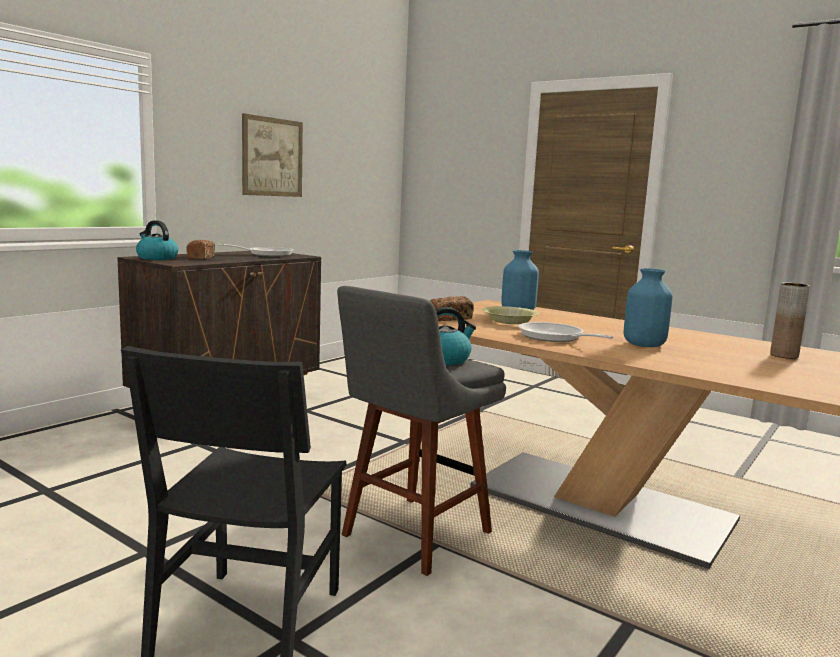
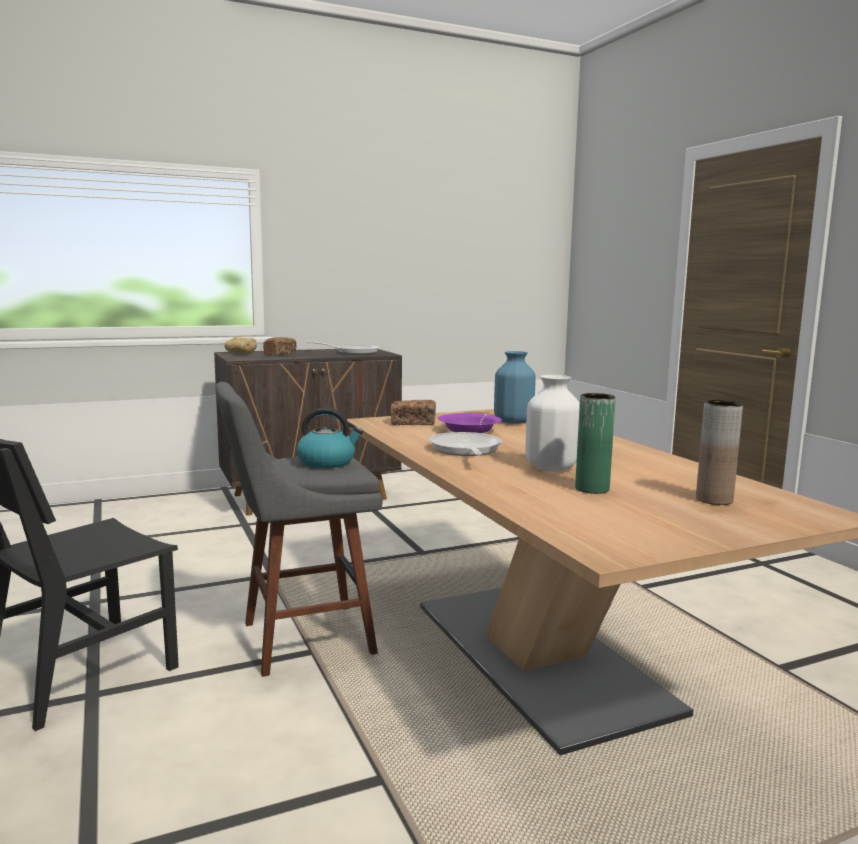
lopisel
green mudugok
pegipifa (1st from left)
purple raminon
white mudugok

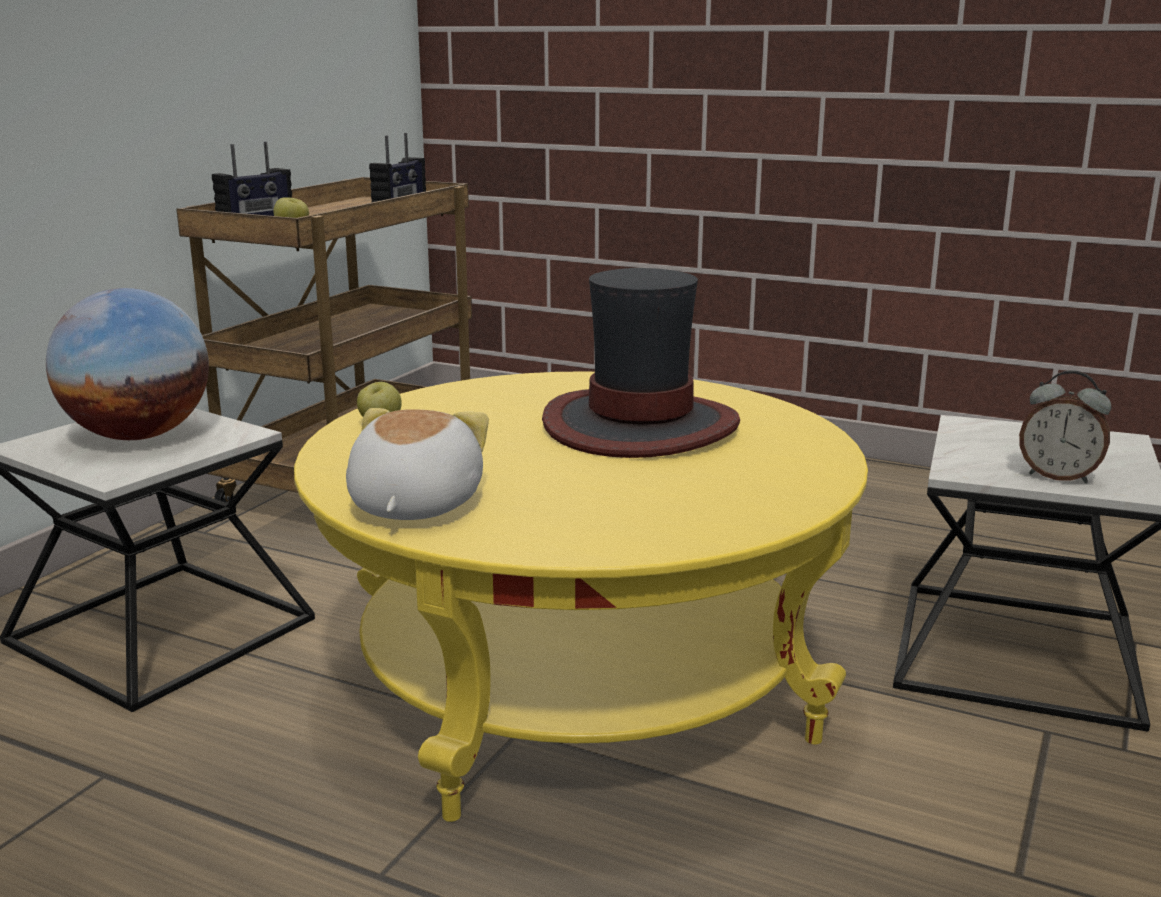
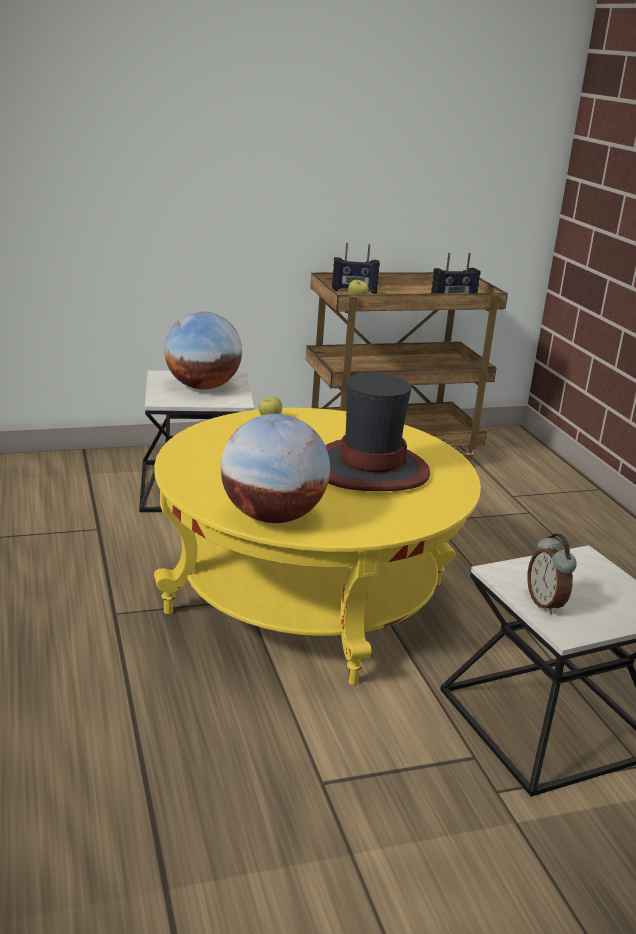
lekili
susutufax (2nd from left)

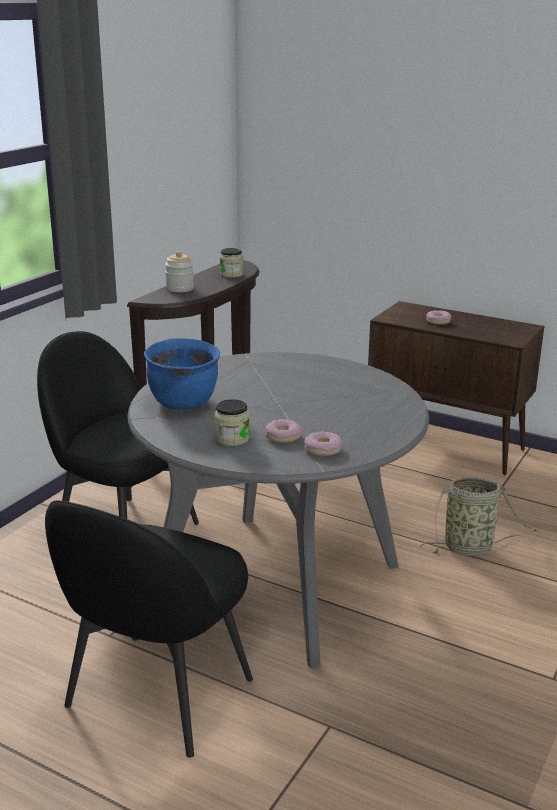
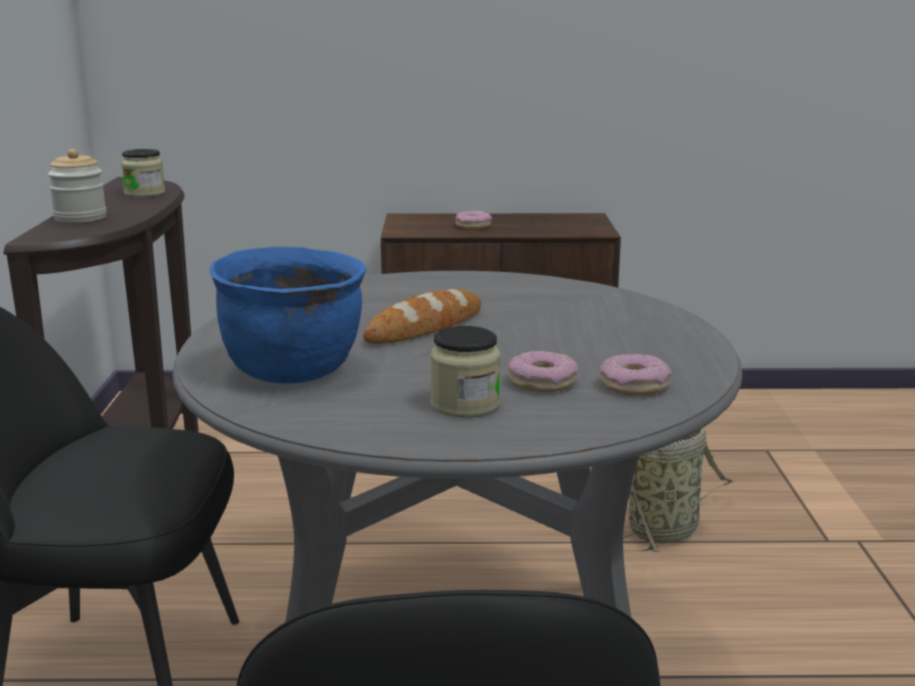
pegipifa

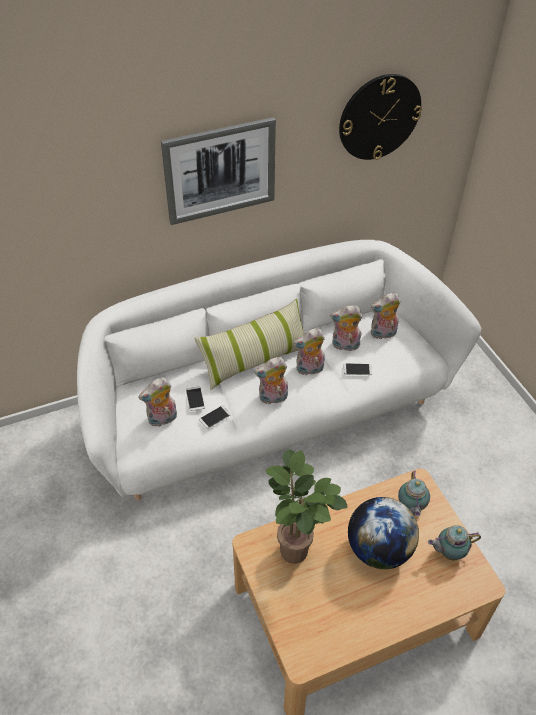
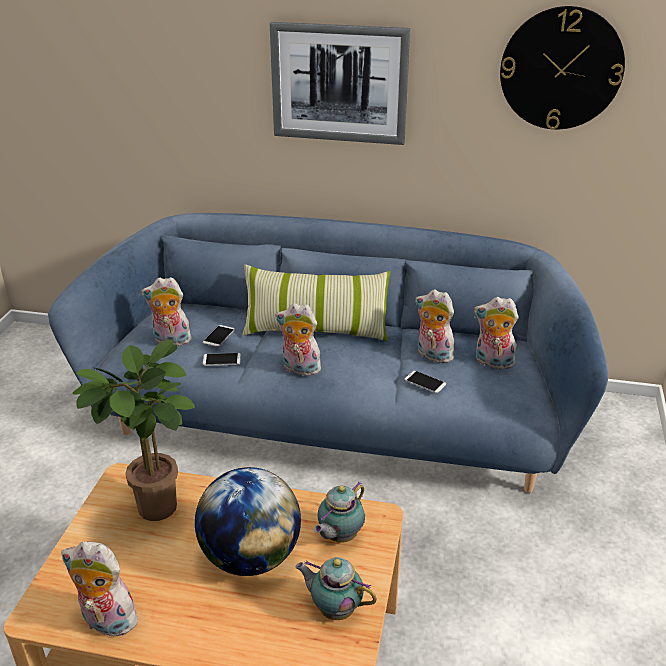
lekili (1st from left)
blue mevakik

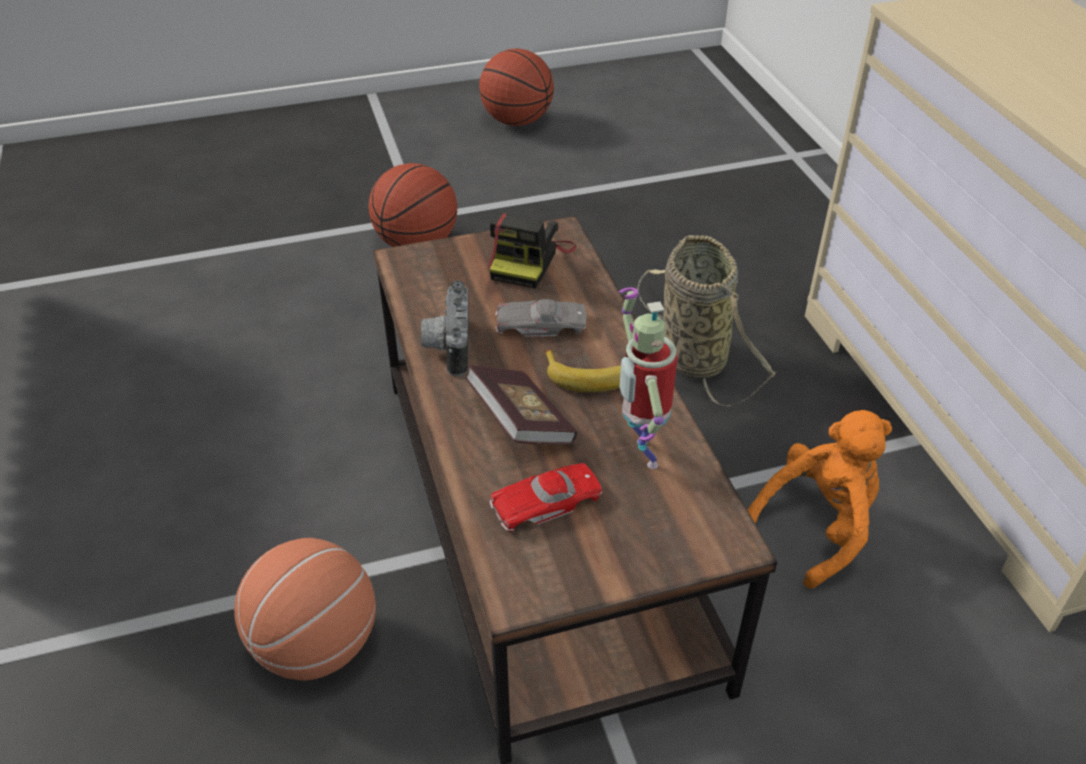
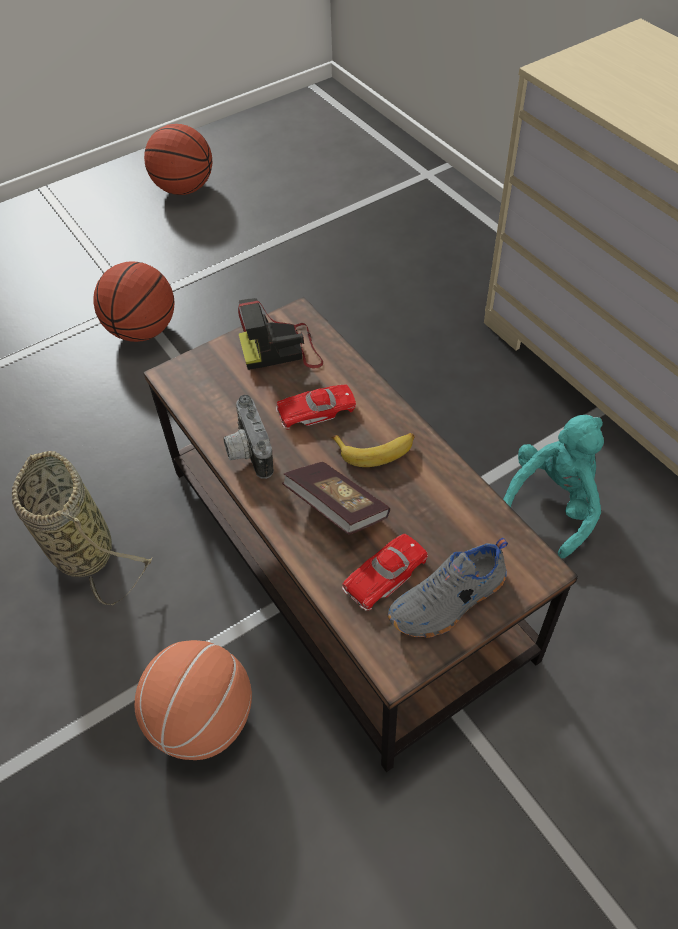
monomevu
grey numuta
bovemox
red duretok (1st from left)
turquoise lekili
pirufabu (2nd from left)

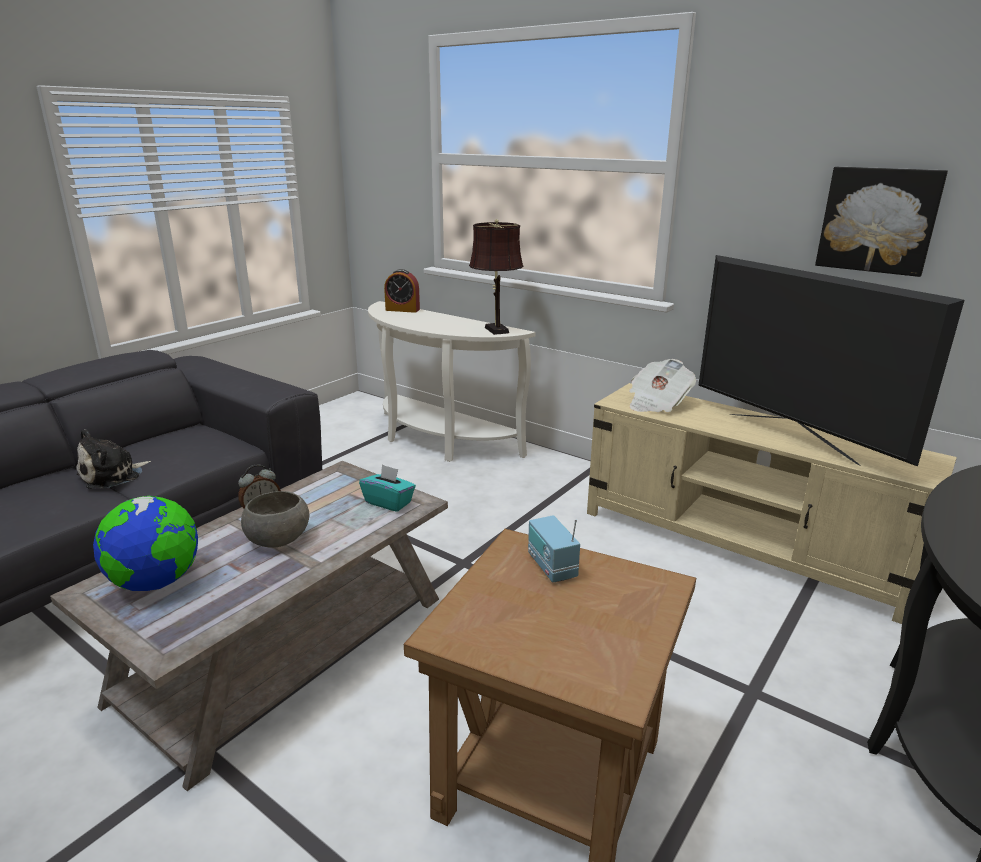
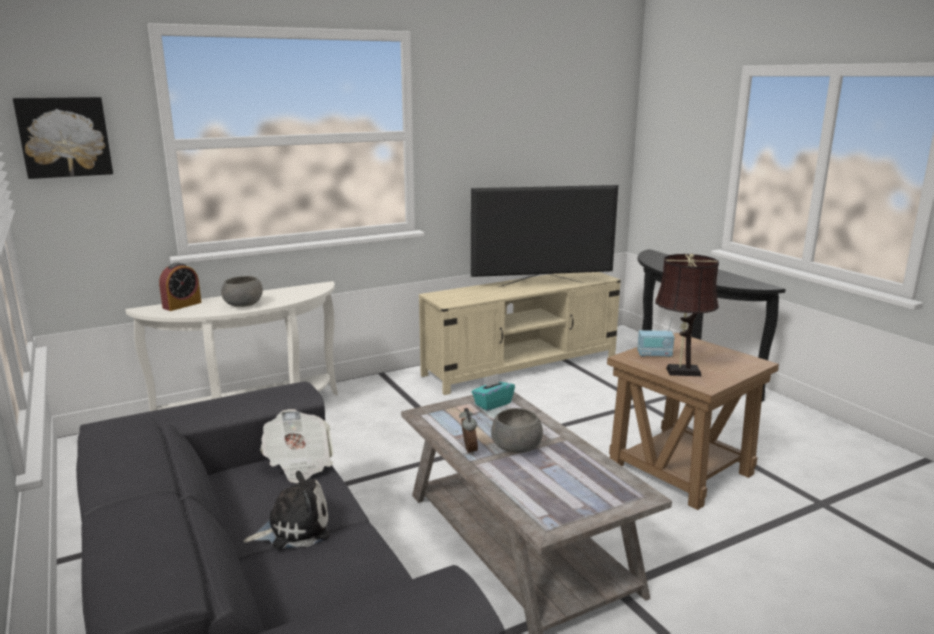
susutufax
grey raminon (1st from left)
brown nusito
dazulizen
lopisel
lekili

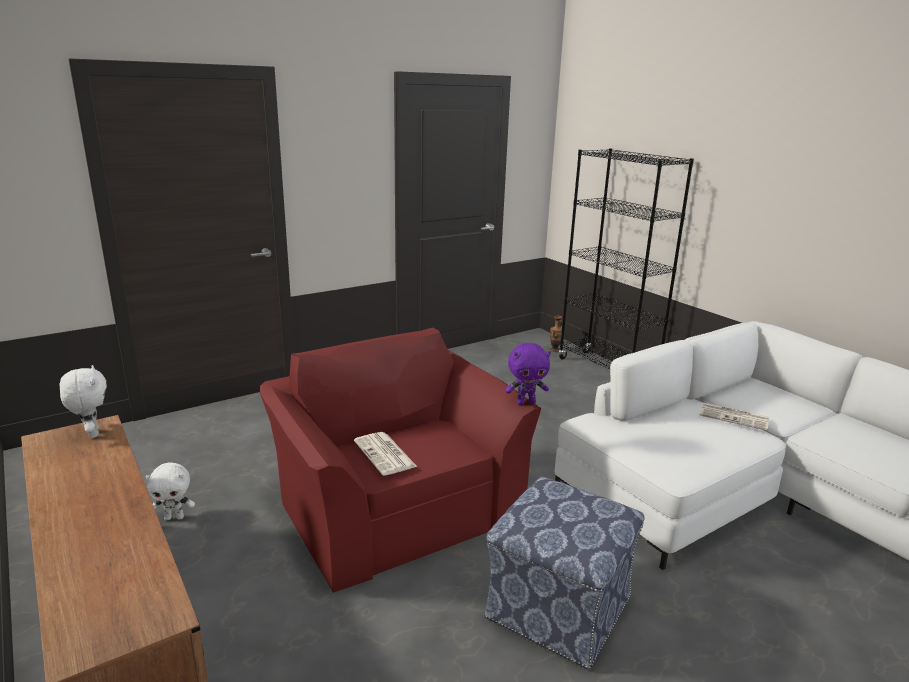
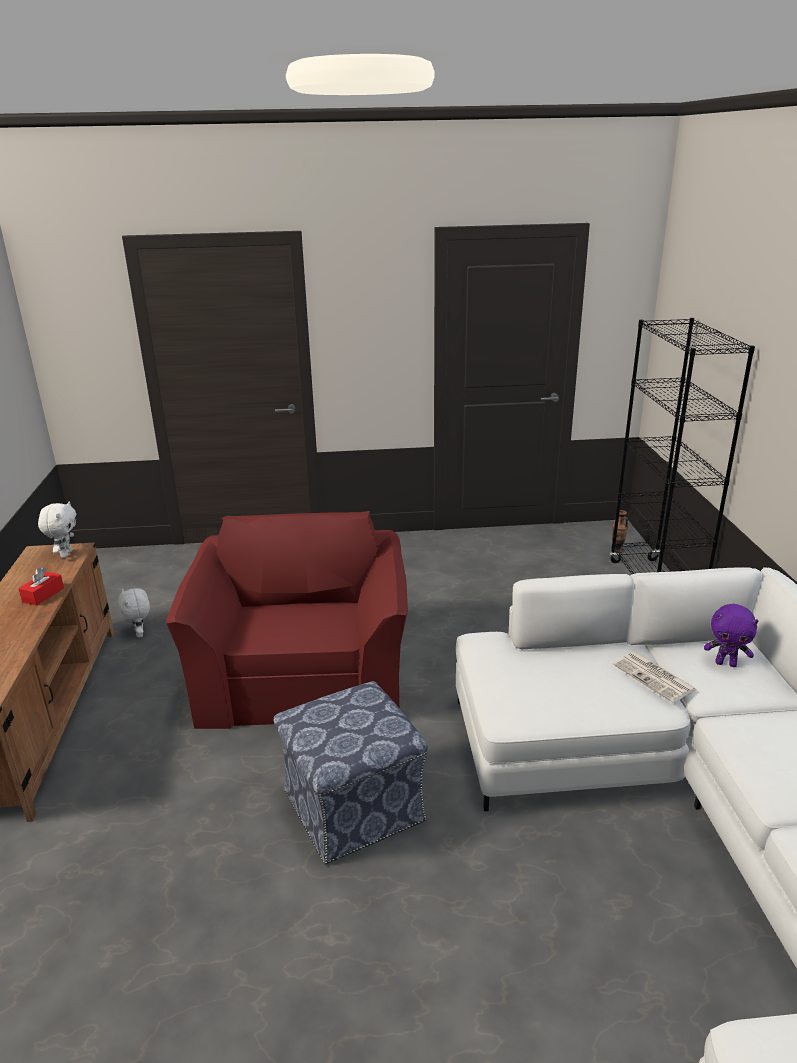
dazulizen (1st from left in the first image)
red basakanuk
purple lekili
white lekili (2nd from left)

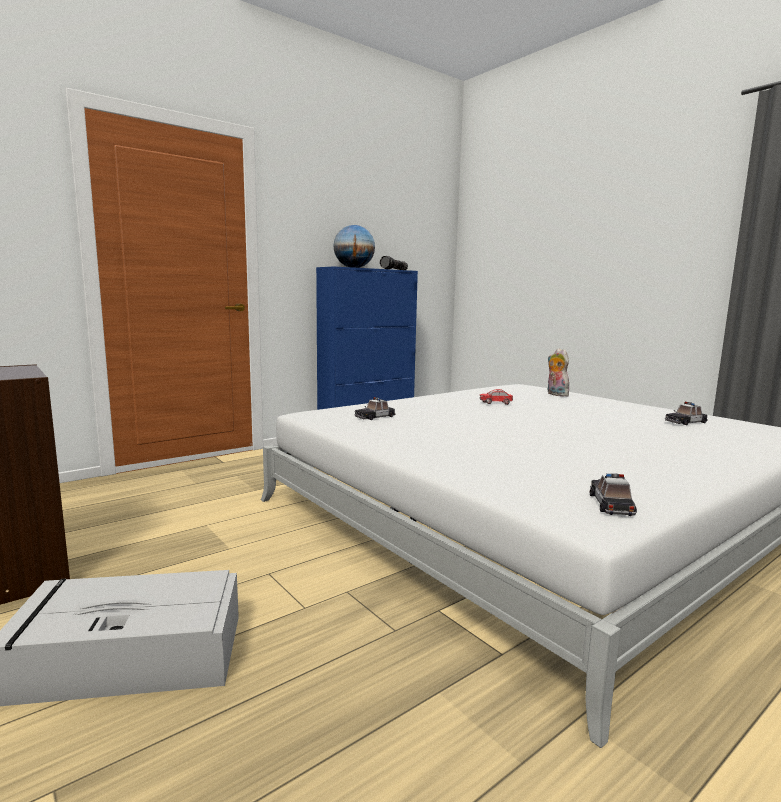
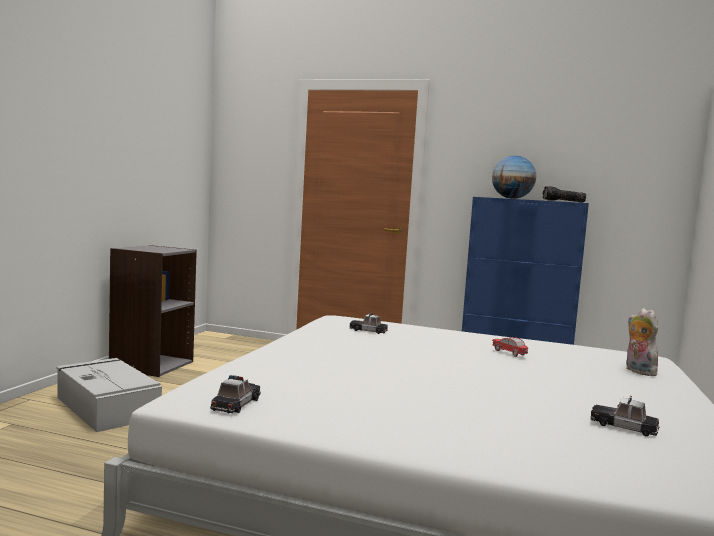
lekili
duretok (1st from left)

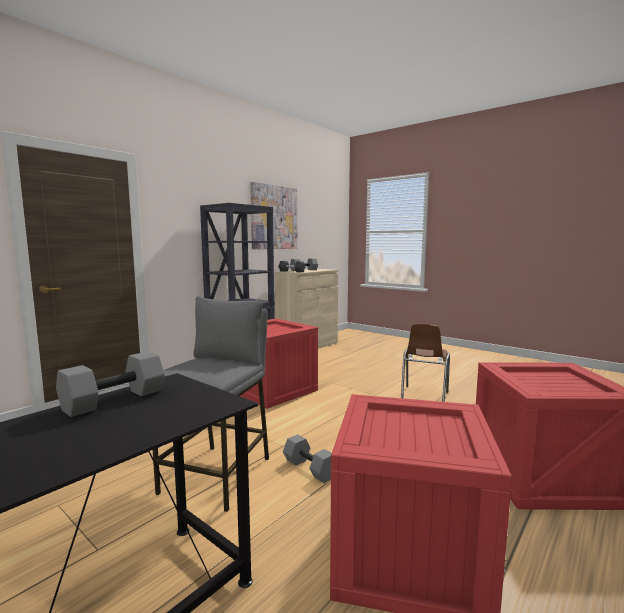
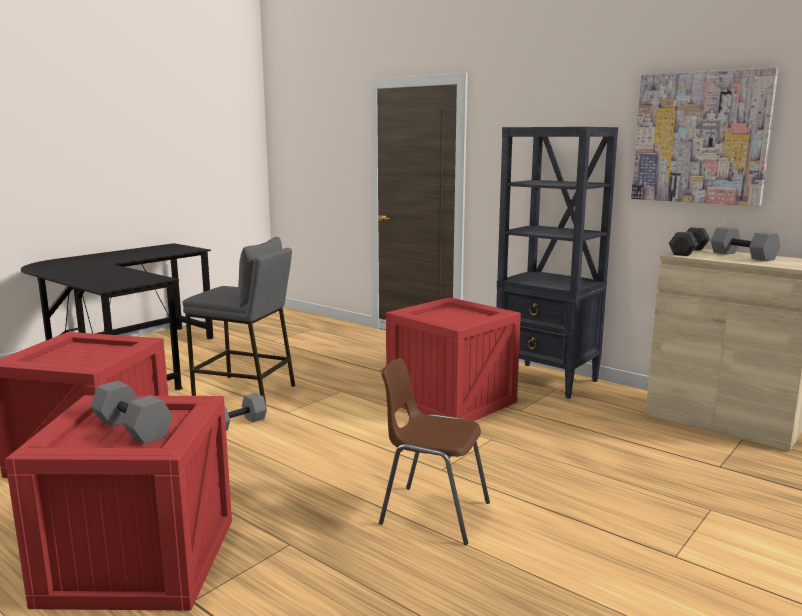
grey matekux (1st from left)

